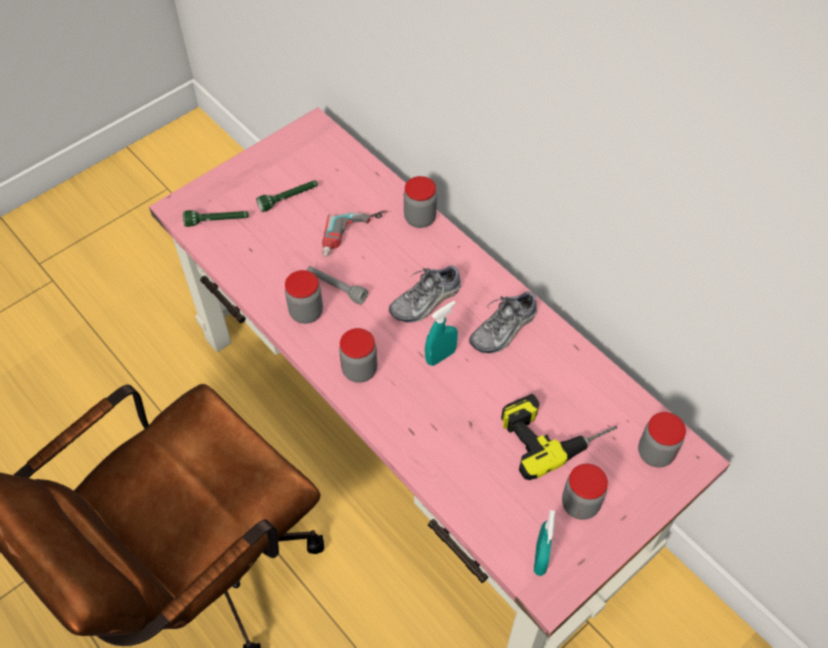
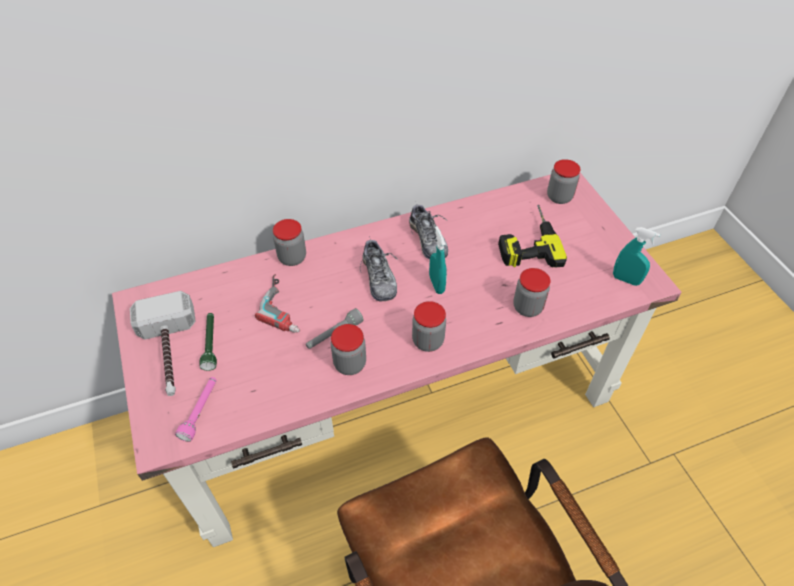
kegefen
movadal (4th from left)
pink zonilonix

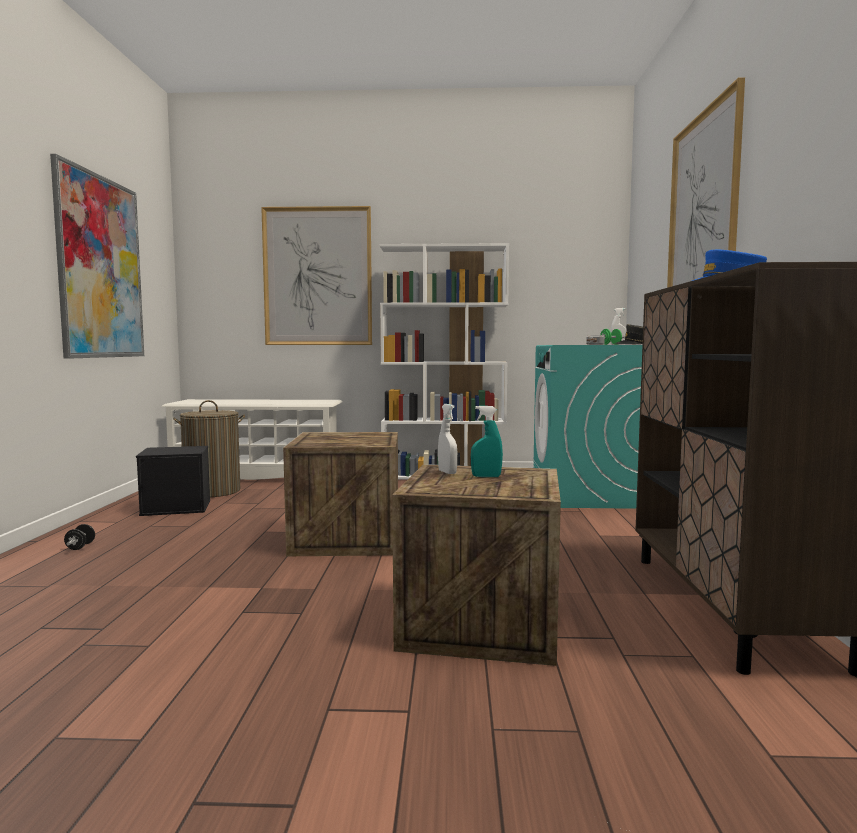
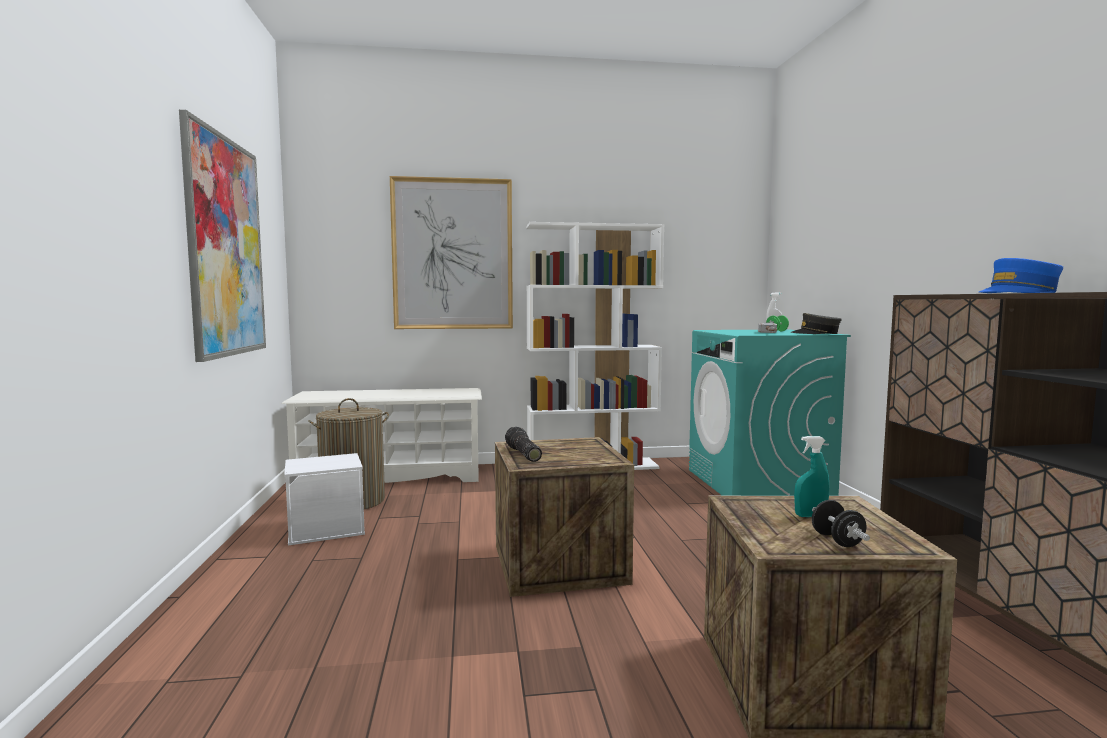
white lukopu (1st from left in the first image)
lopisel (3rd from left in the first image)
zonilonix
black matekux
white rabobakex

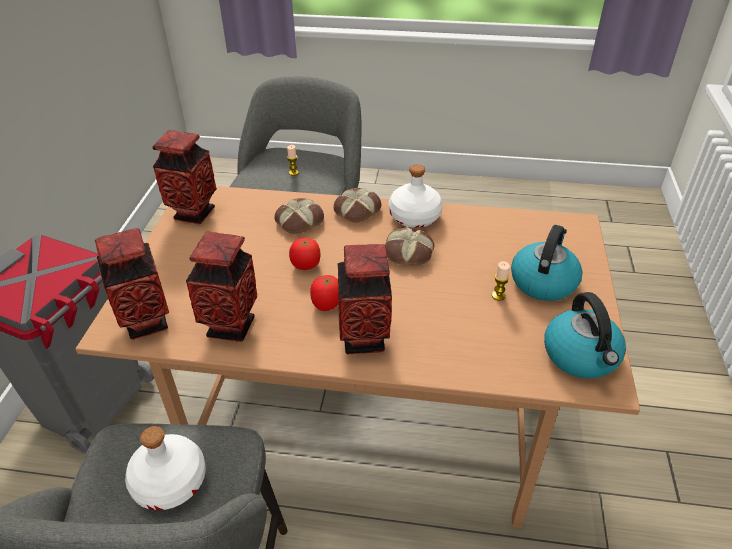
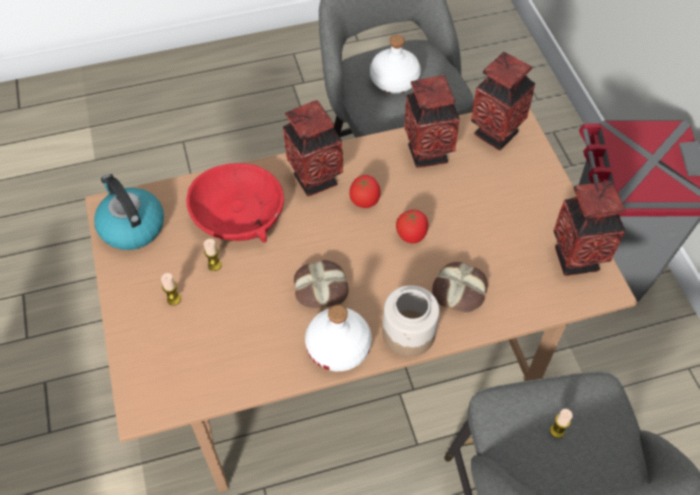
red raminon
movadal
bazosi (1st from left)

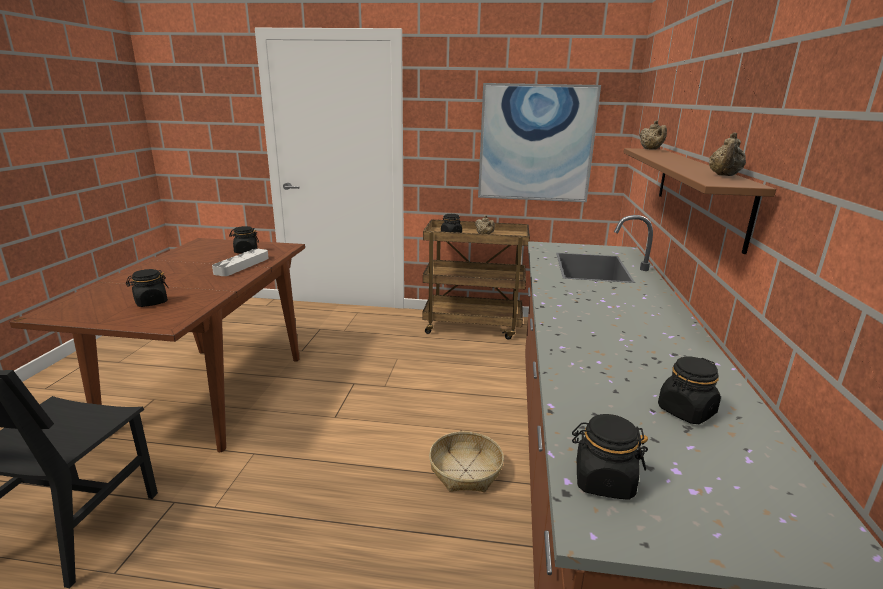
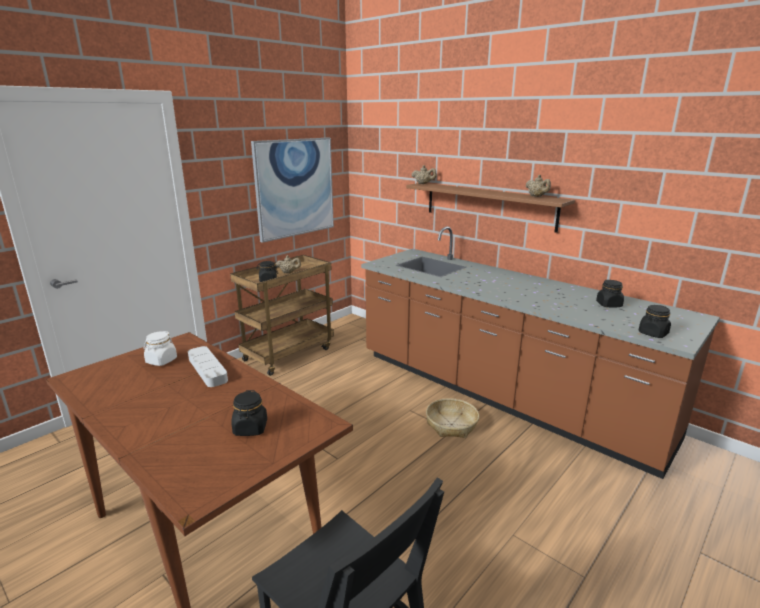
white movadal

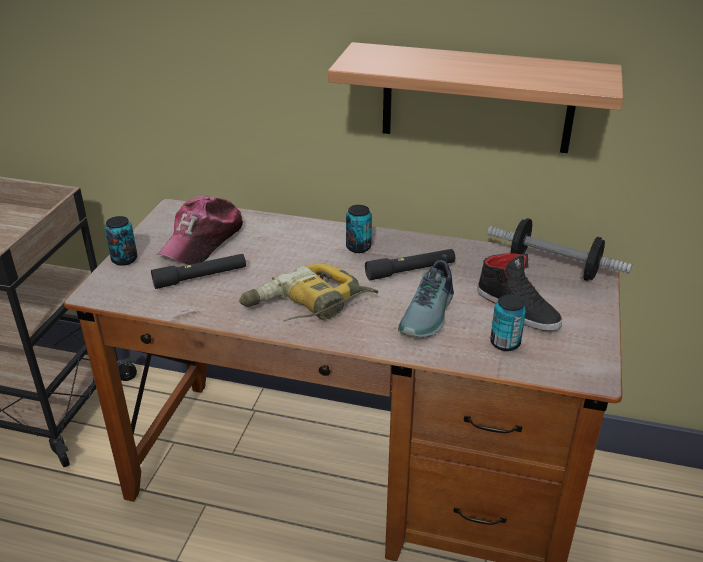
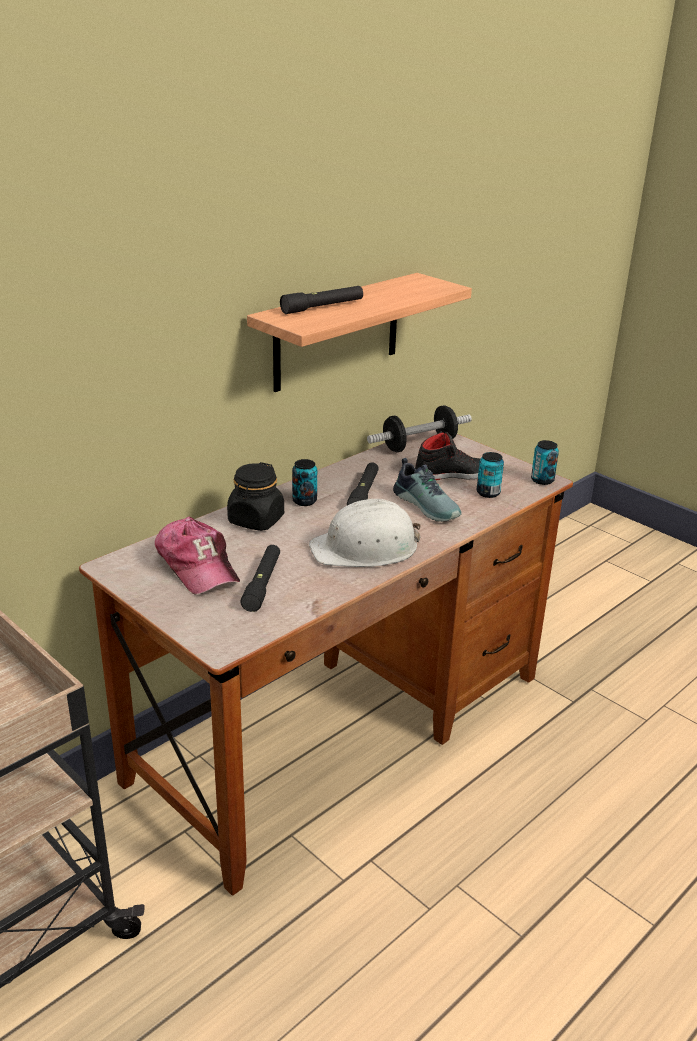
black movadal
black zonilonix (2nd from left)
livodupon (3rd from left)
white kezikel

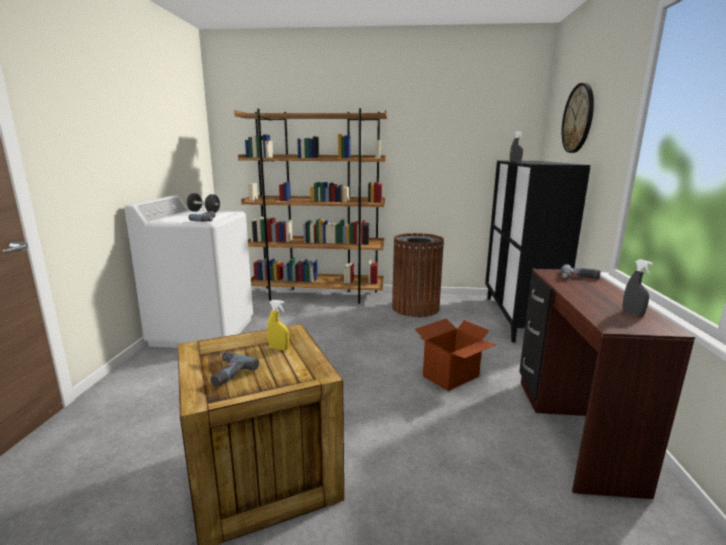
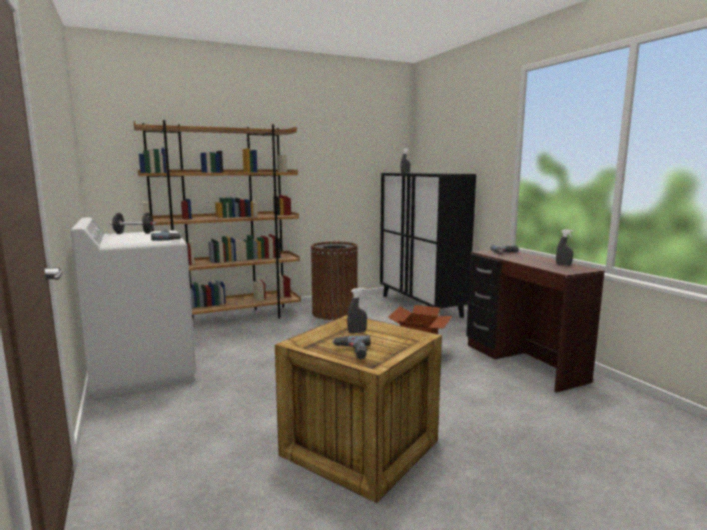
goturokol
grey lukopu (1st from left)

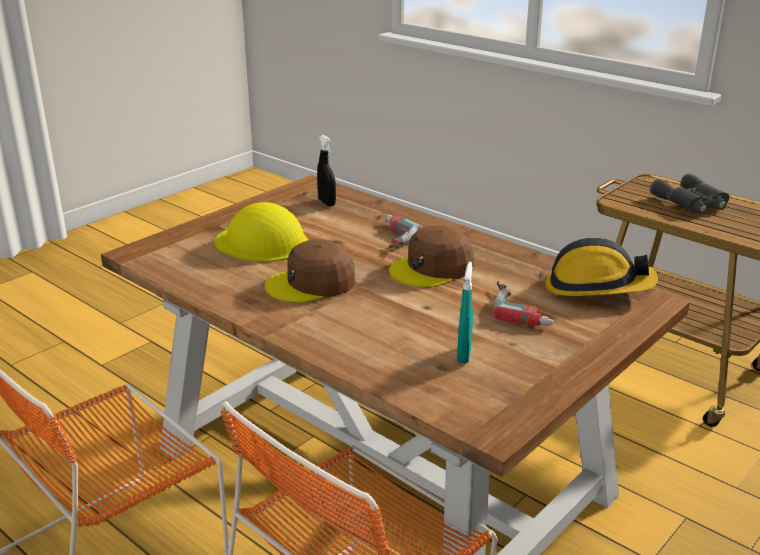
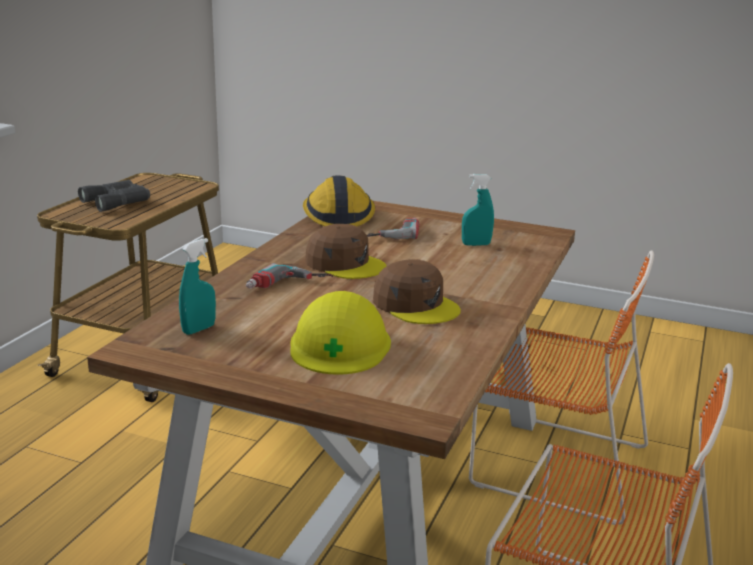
turquoise lukopu (1st from left)

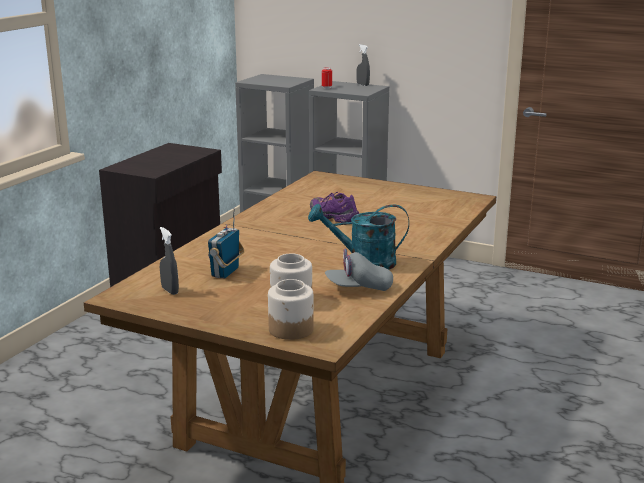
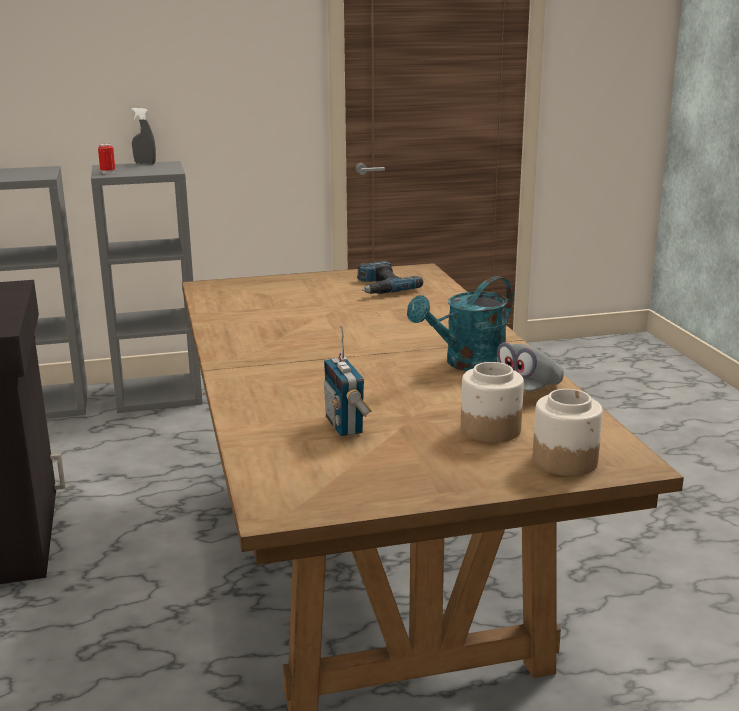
grey lukopu (1st from left in the first image)
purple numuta
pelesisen

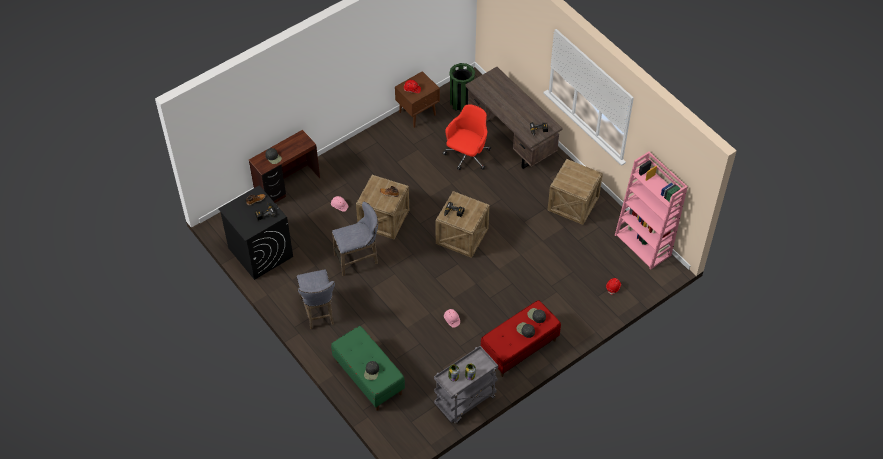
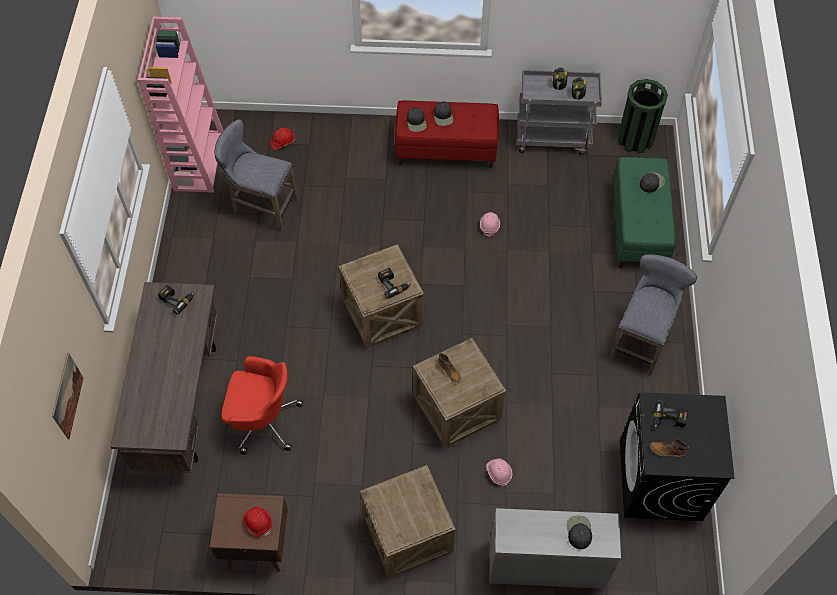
lopisel
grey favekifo (1st from left)
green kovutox
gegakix (2nd from left)
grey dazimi
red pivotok

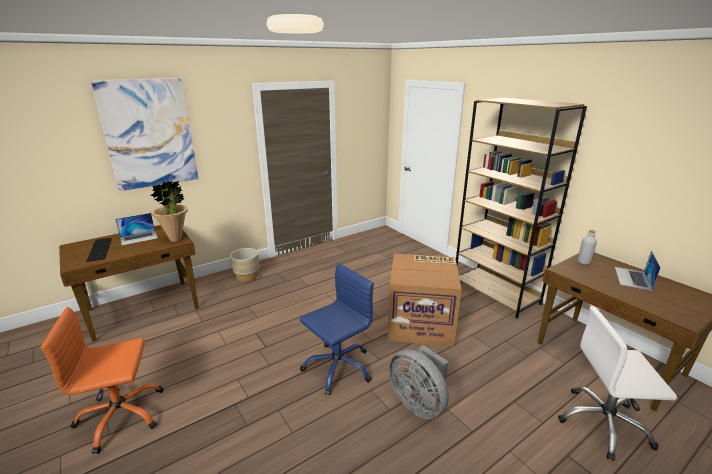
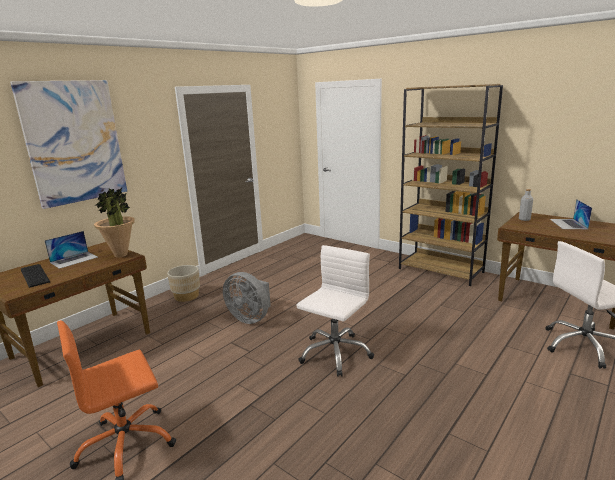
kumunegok
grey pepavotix
white pivotok (1st from left)

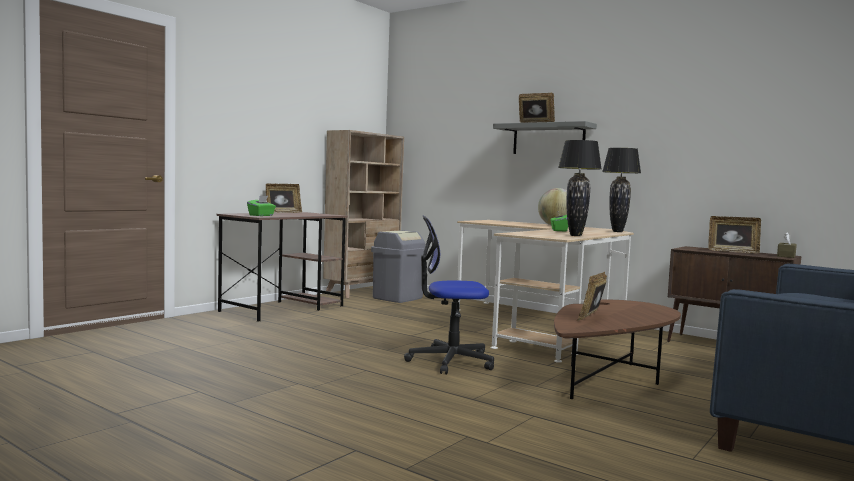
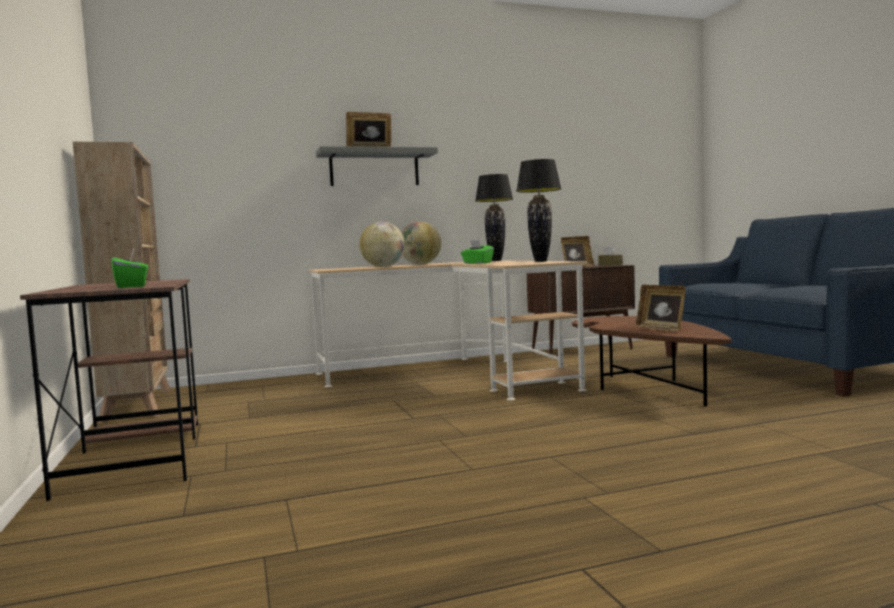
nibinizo (1st from left in the first image)
grey kovutox
pivotok
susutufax (1st from left)

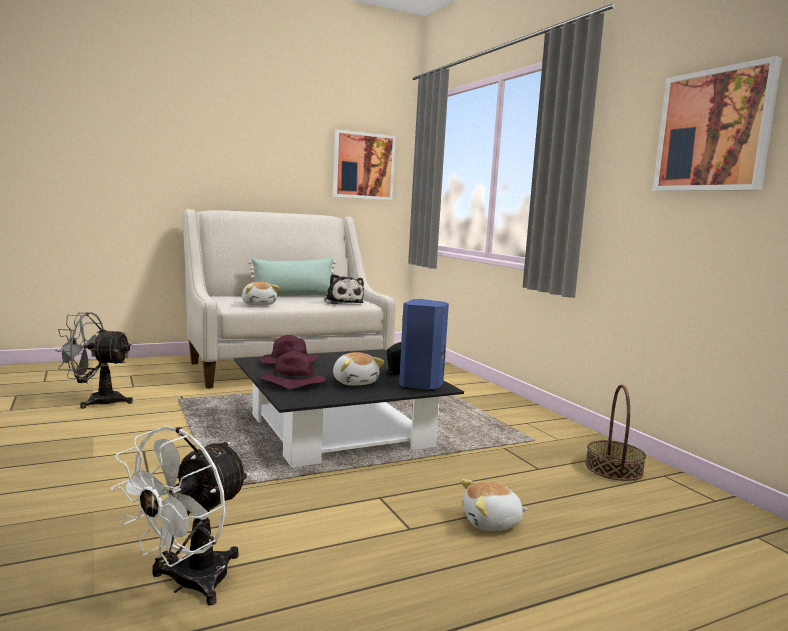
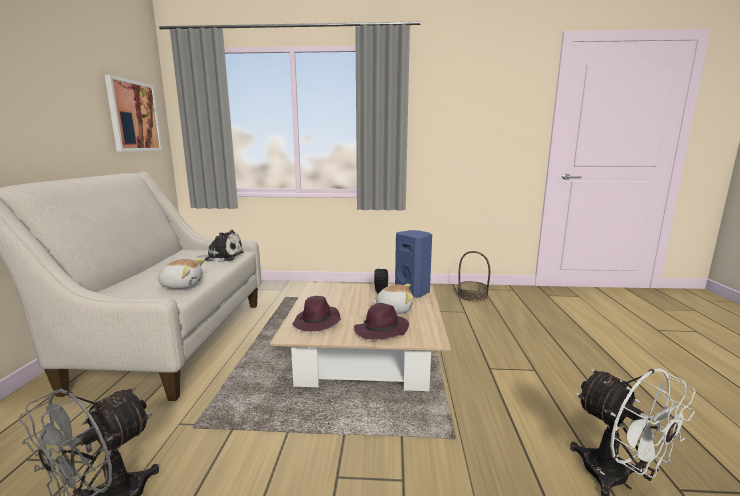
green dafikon
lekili (4th from left in the first image)
lopisel (2nd from left in the first image)
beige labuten

